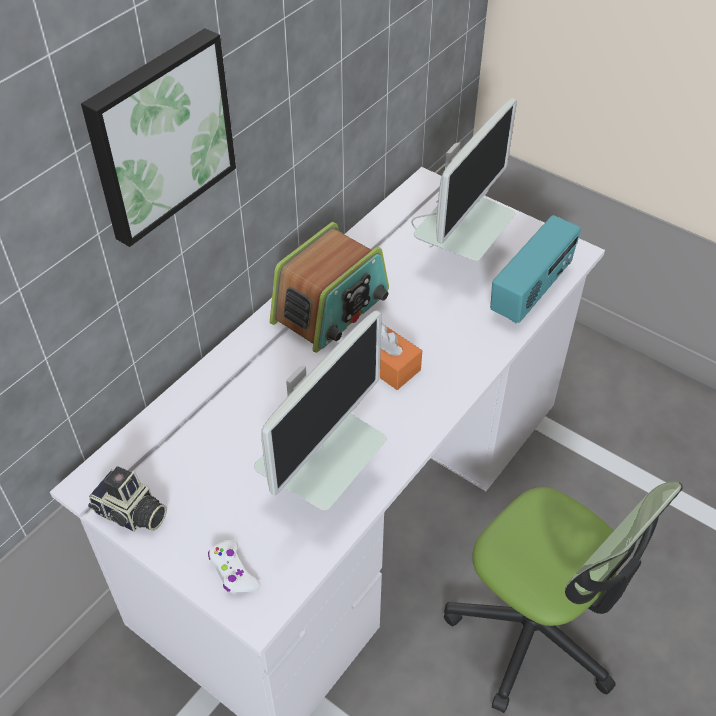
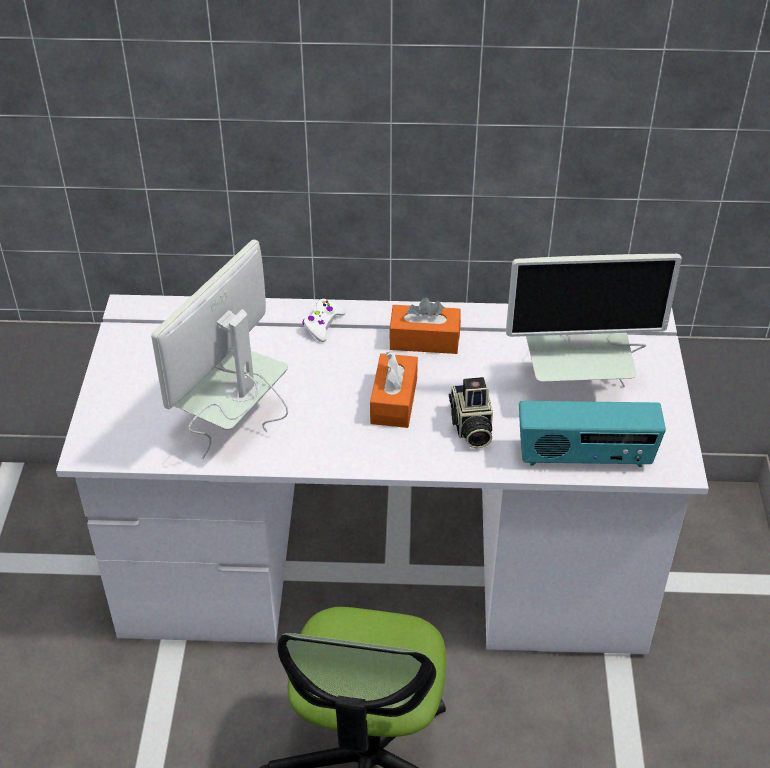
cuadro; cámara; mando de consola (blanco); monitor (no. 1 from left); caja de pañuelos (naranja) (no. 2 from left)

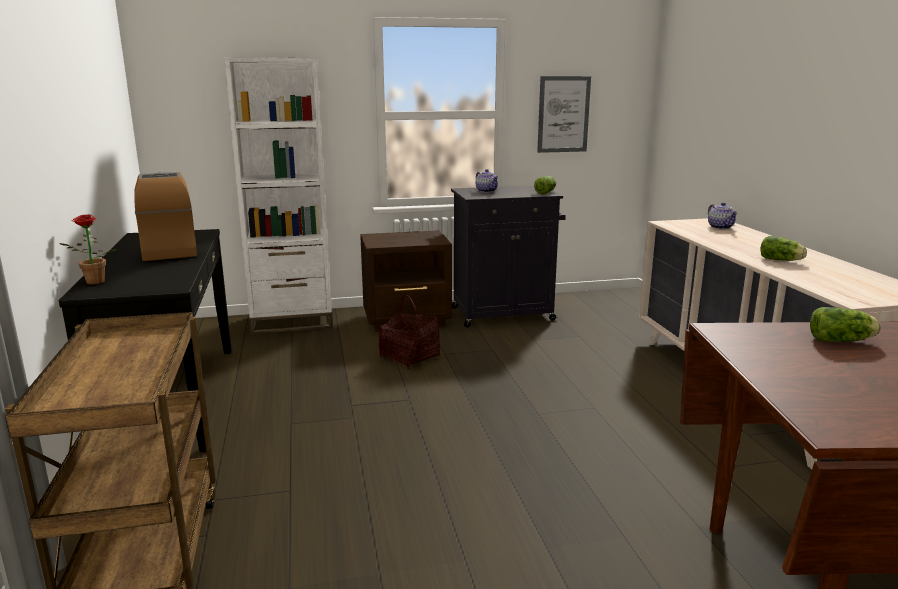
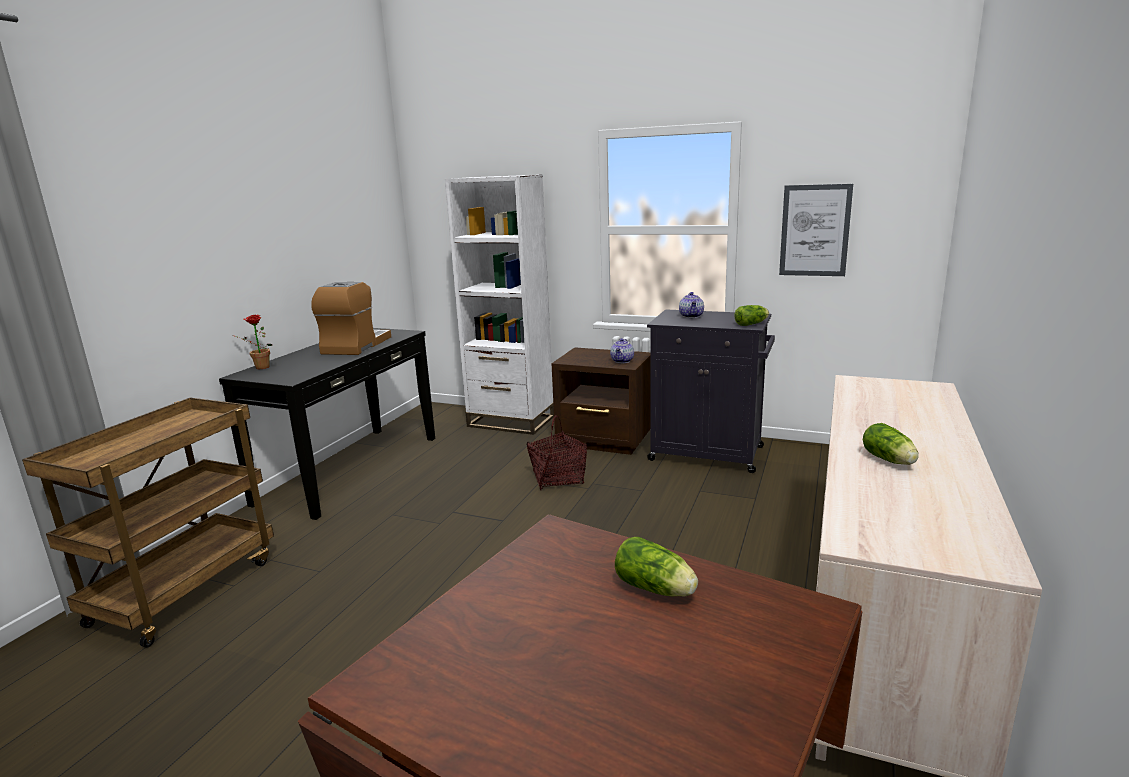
tetera (no. 1 from left)

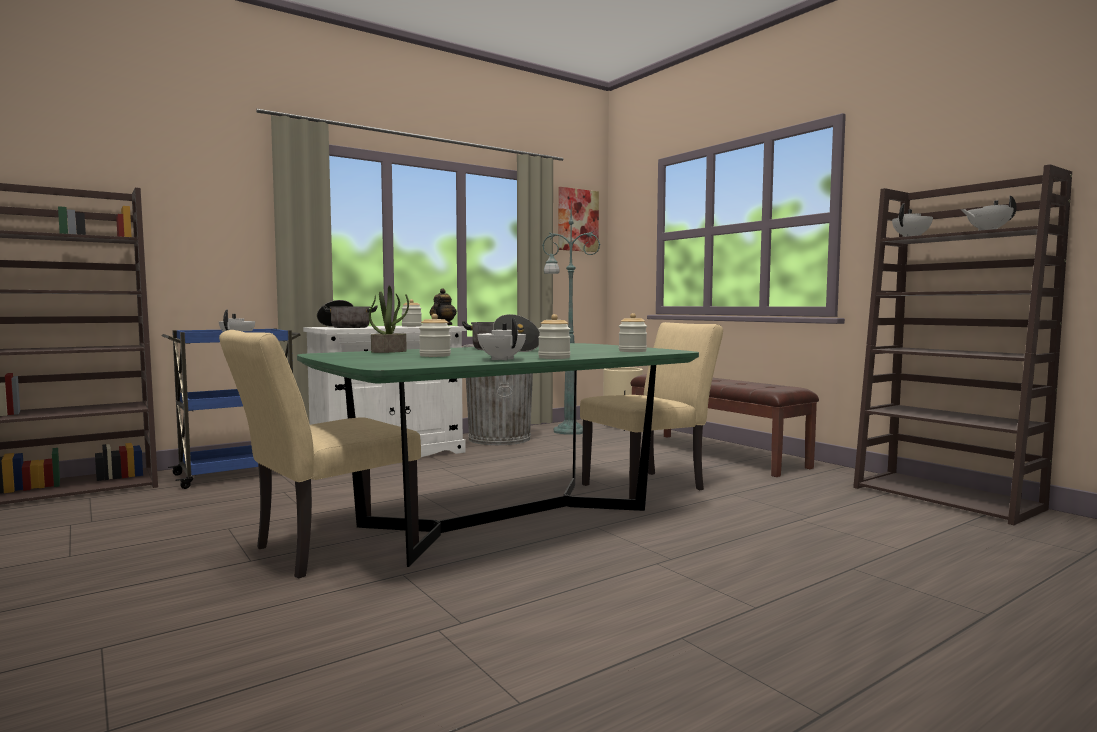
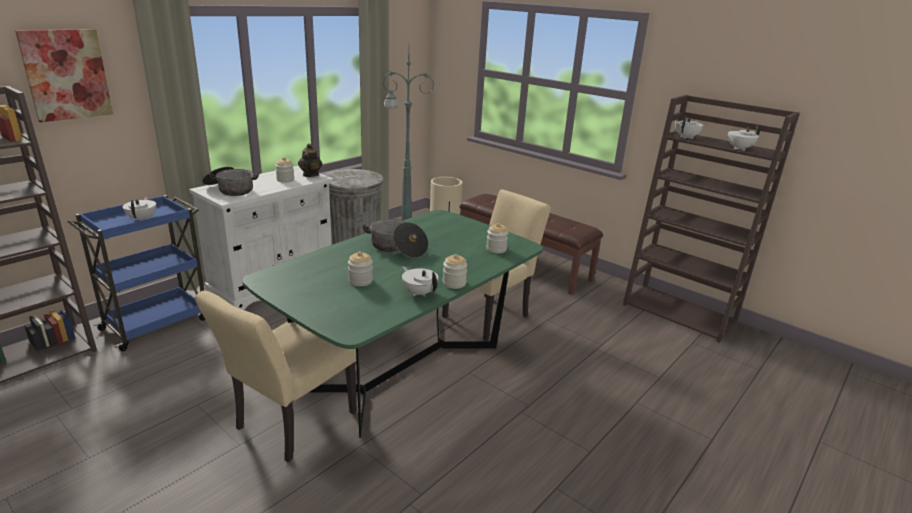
planta en maceta; cuadro

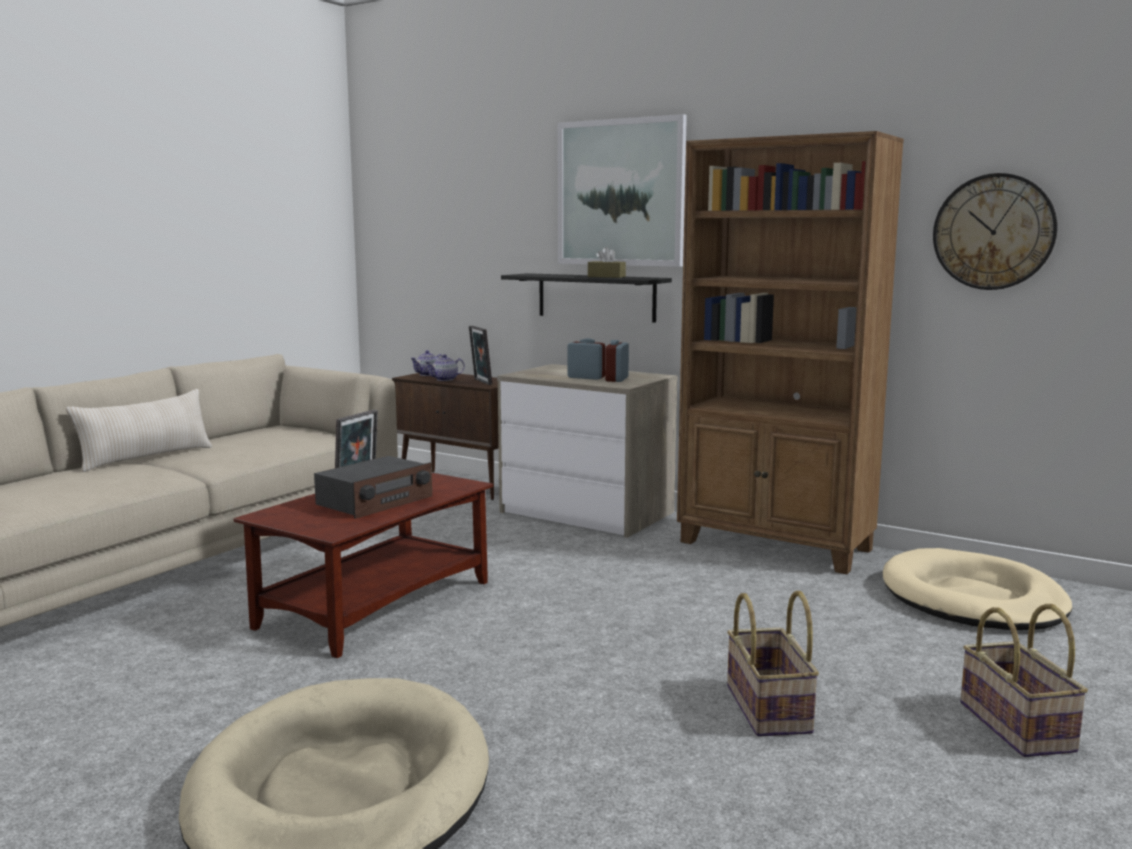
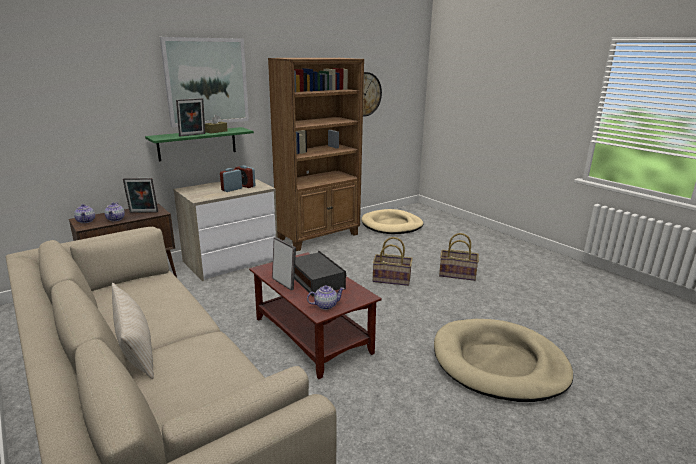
estante (verde); cesta (no. 1 from left); portarretratos (no. 2 from left); tetera (no. 3 from left)

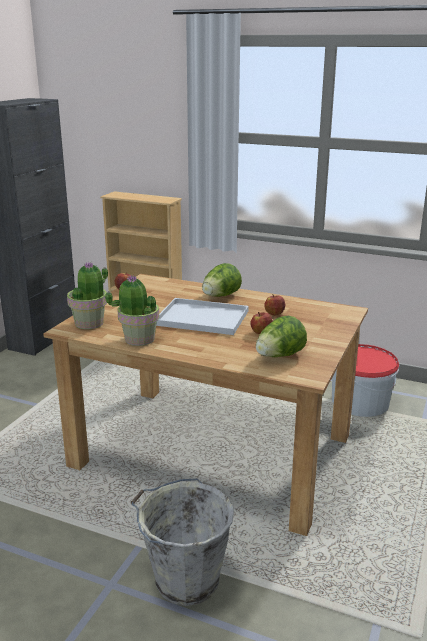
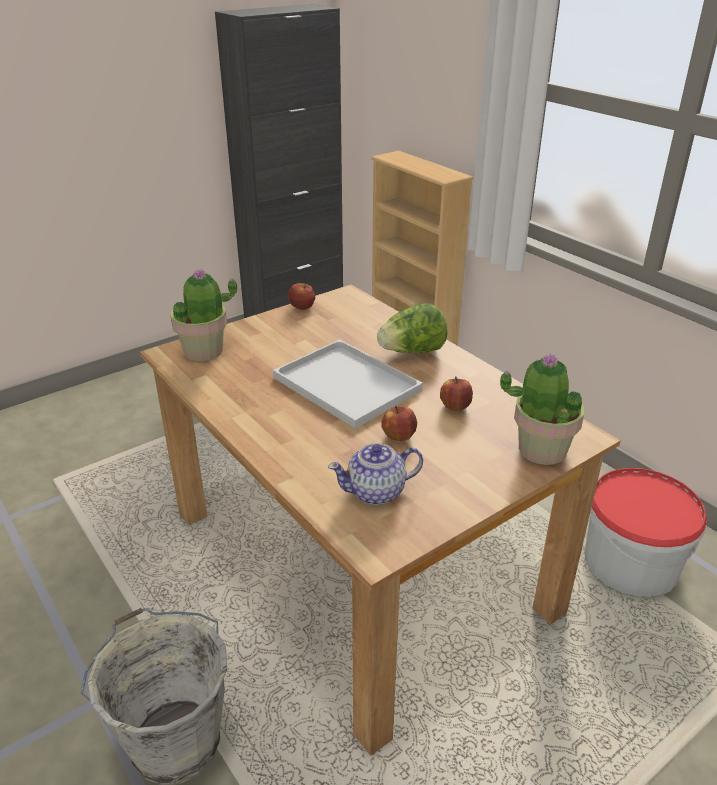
planta en maceta (no. 2 from left); tetera

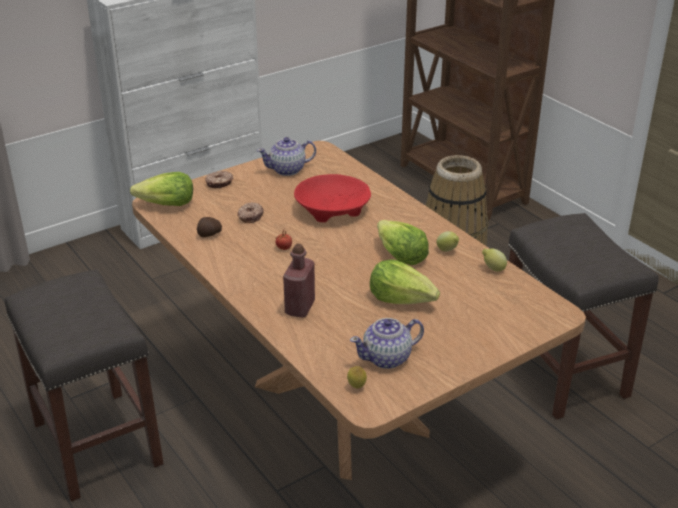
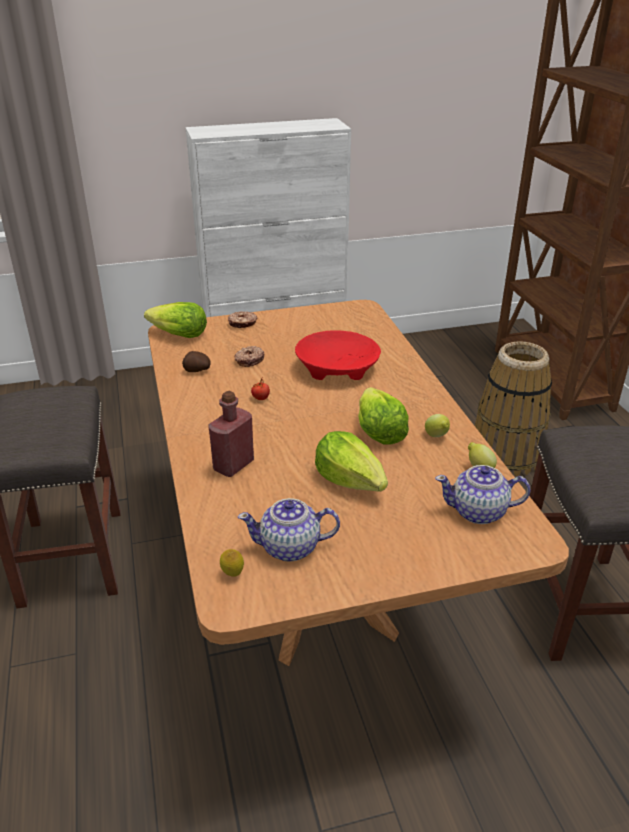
tetera (no. 2 from left)

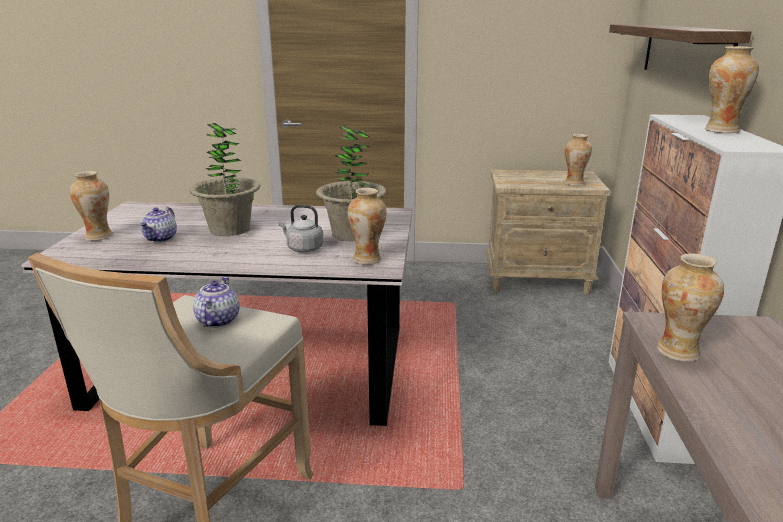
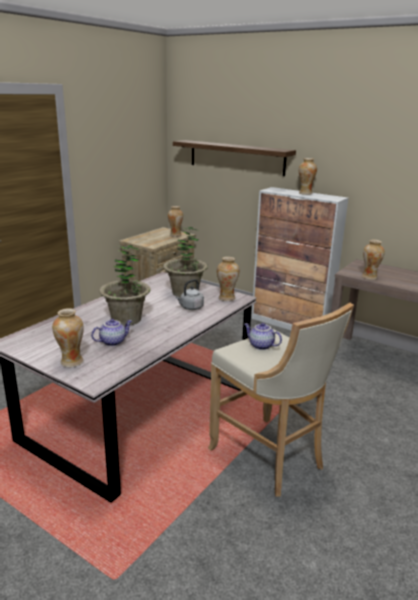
tetera (no. 1 from left)

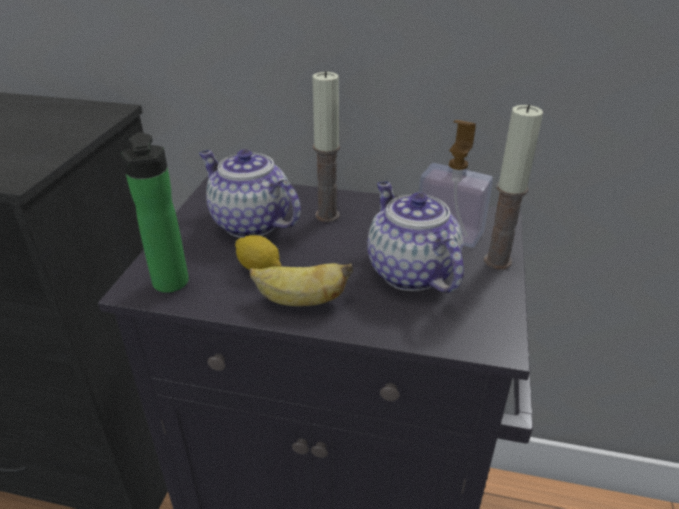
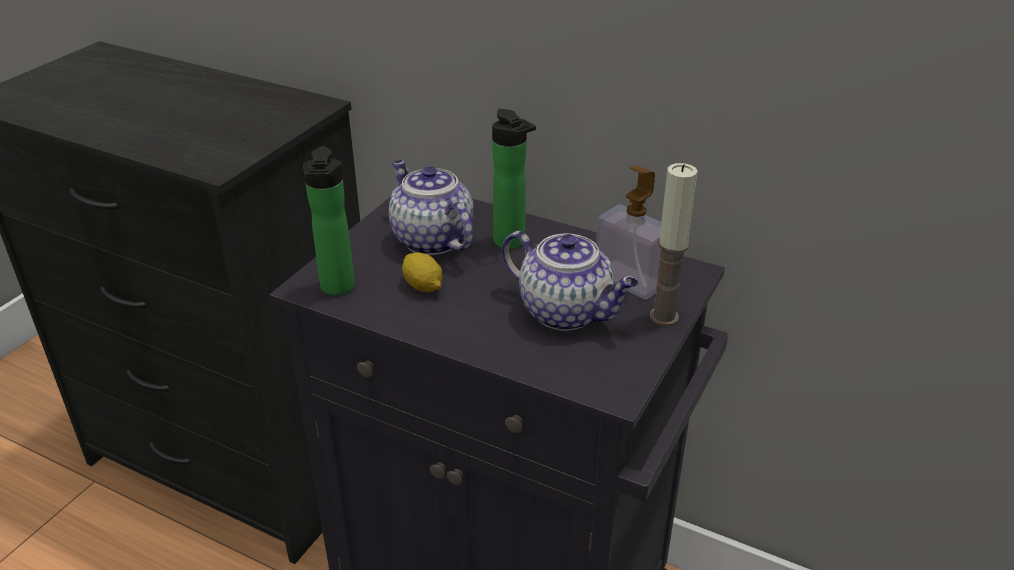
plátano; botella (no. 2 from left); tetera (no. 2 from left)

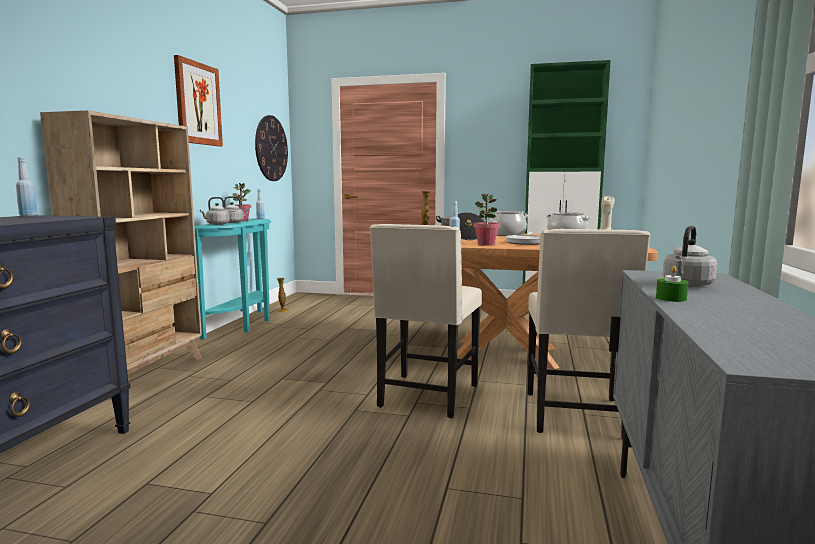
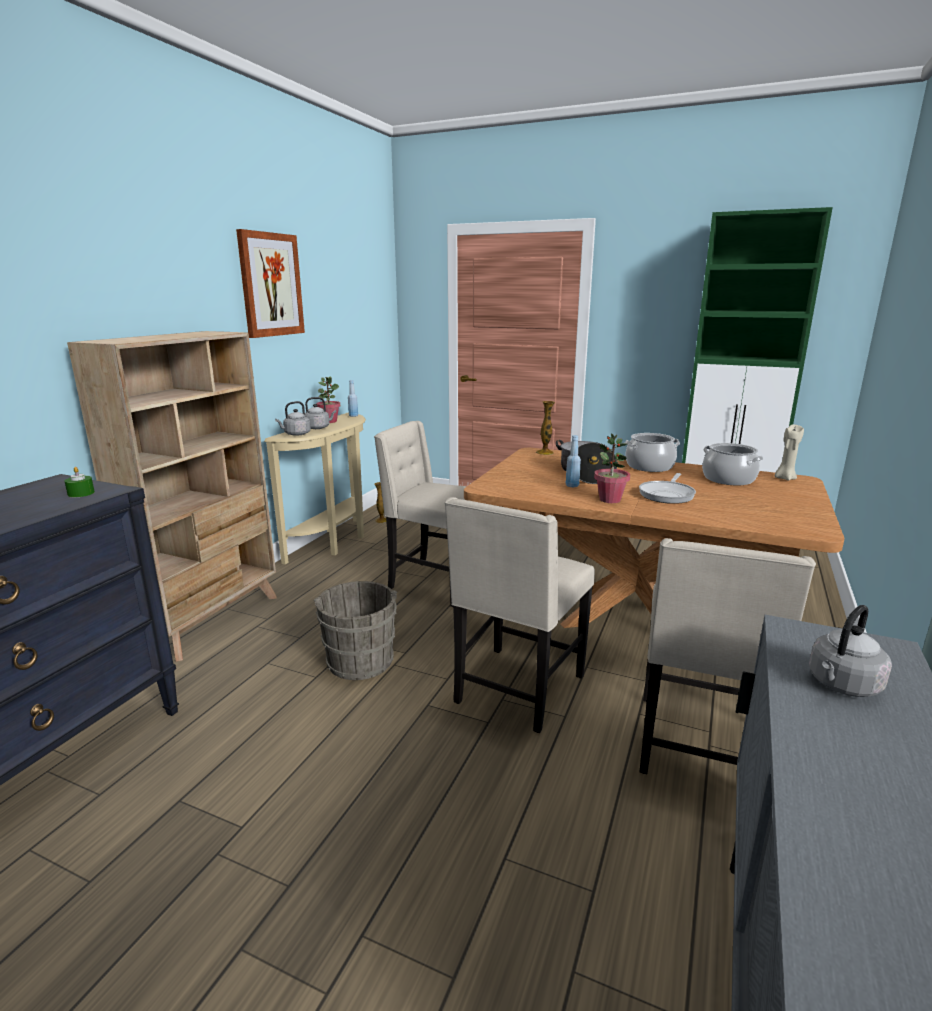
botella (azul) (no. 1 from left in the first image); mesa consola (beis); reloj de pared; vela (verde); cubo (gris); silla (beis) (no. 1 from left)

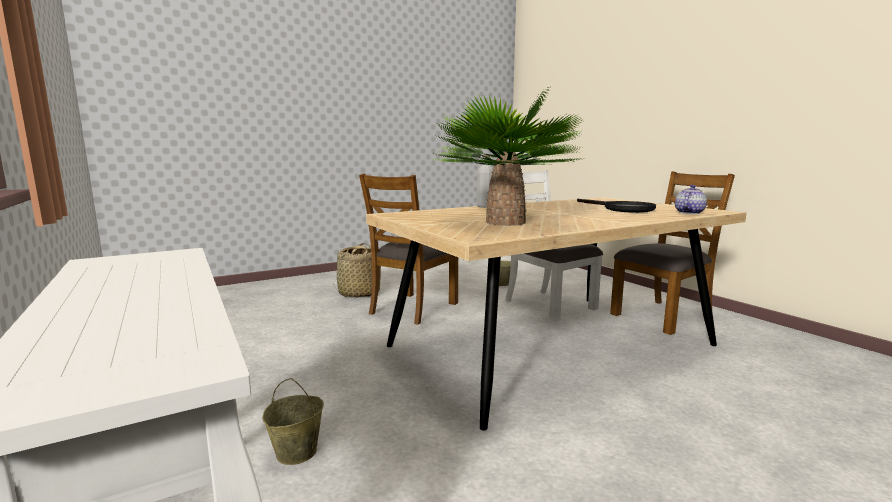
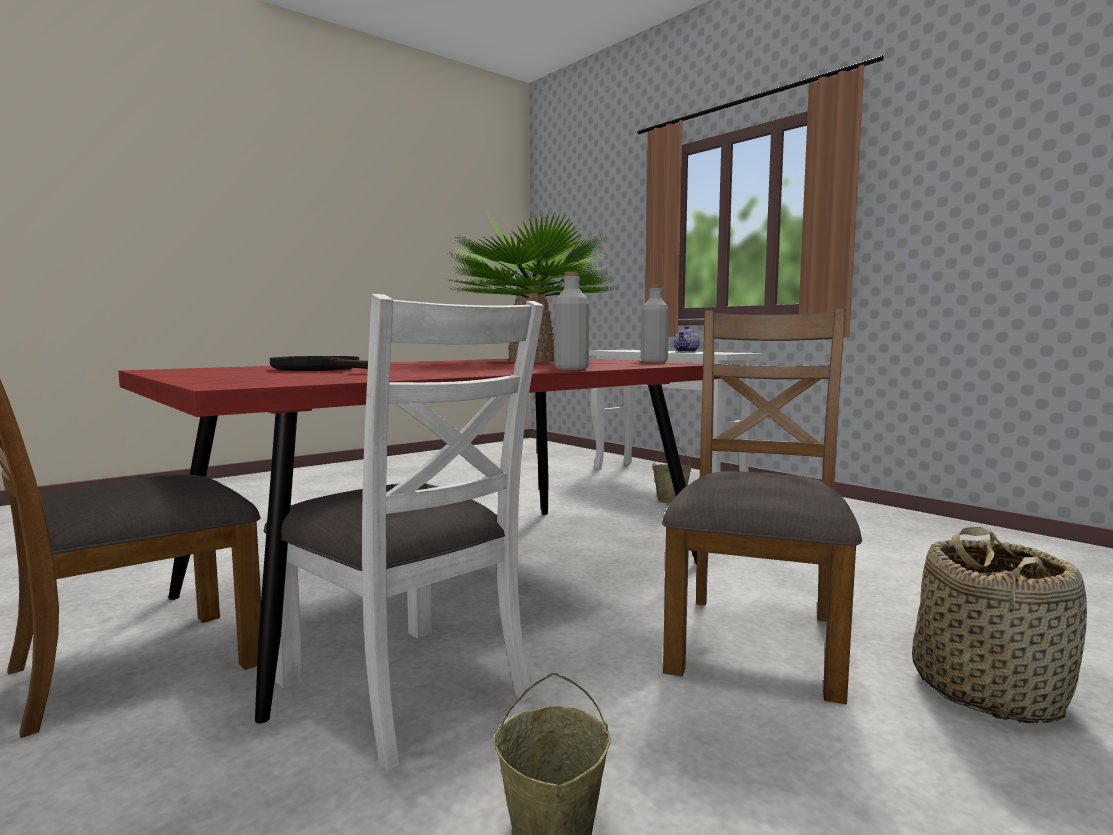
mesa de comedor (rojo); tetera; botella (gris) (no. 2 from left)

